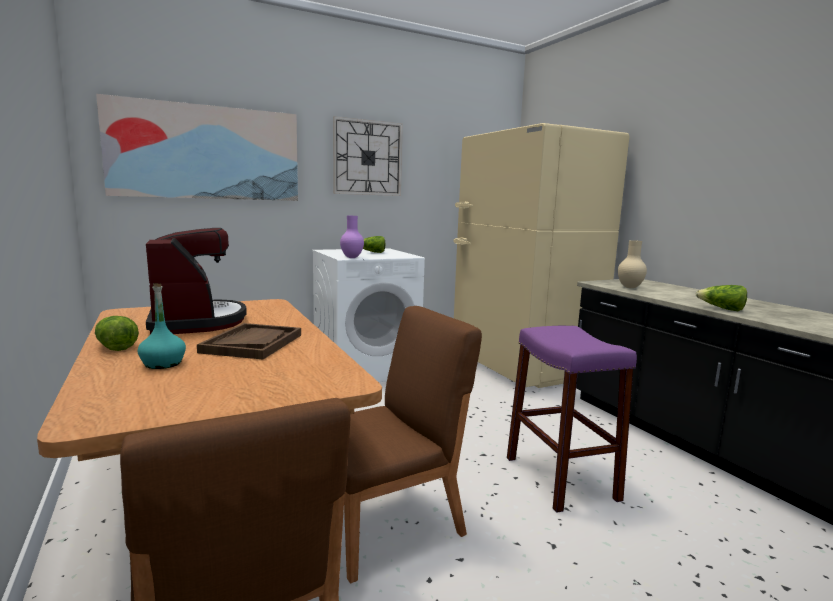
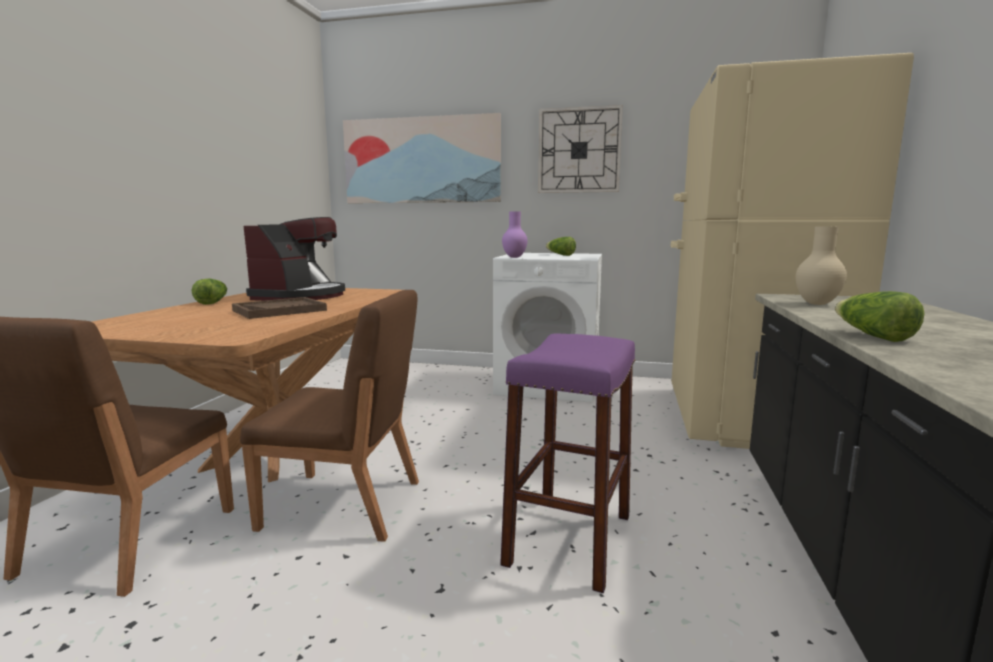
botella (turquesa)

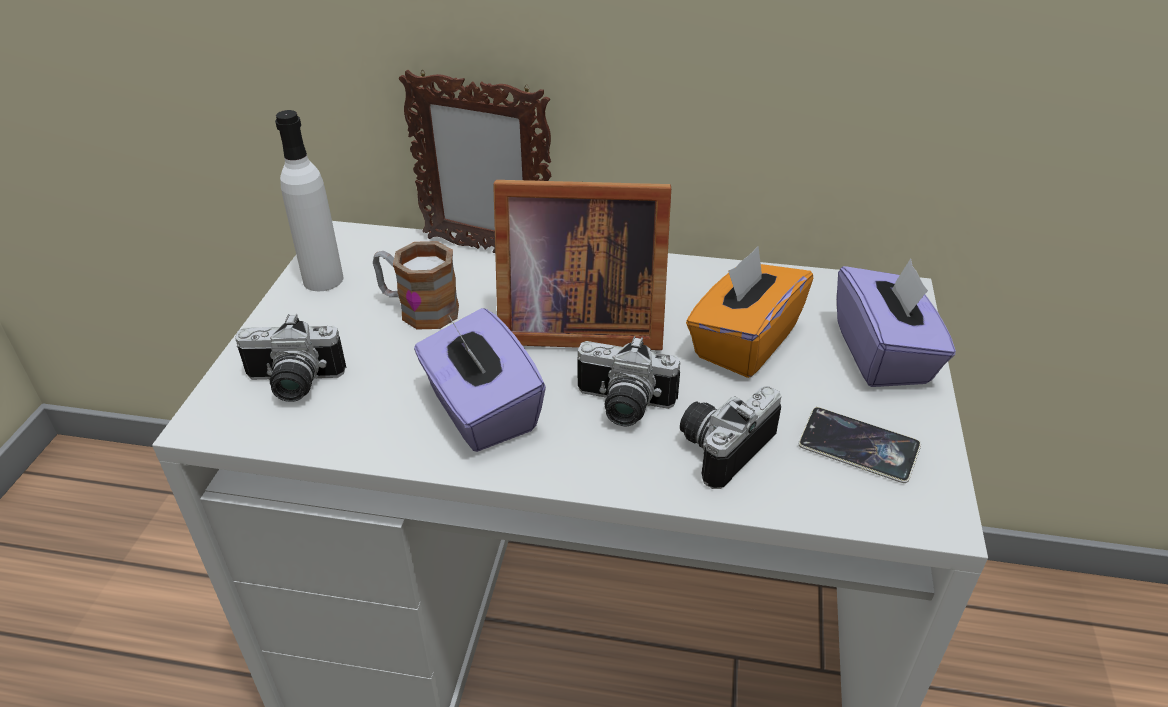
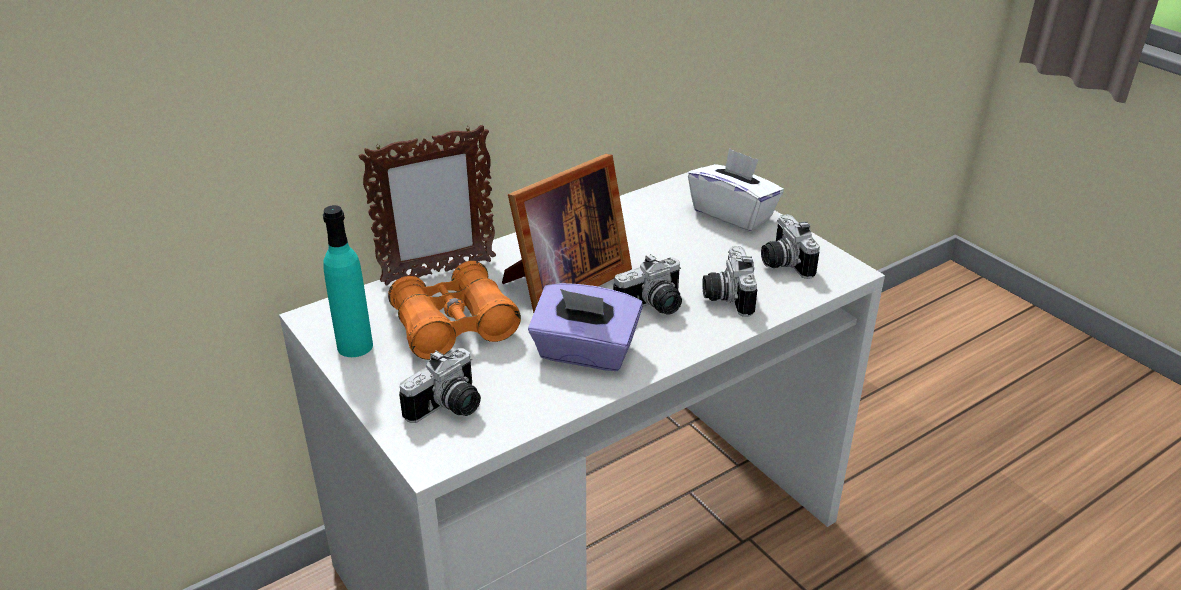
botella (turquesa); prismáticos (naranja); caja de pañuelos (naranja); cámara (no. 4 from left); caja de pañuelos (blanco)

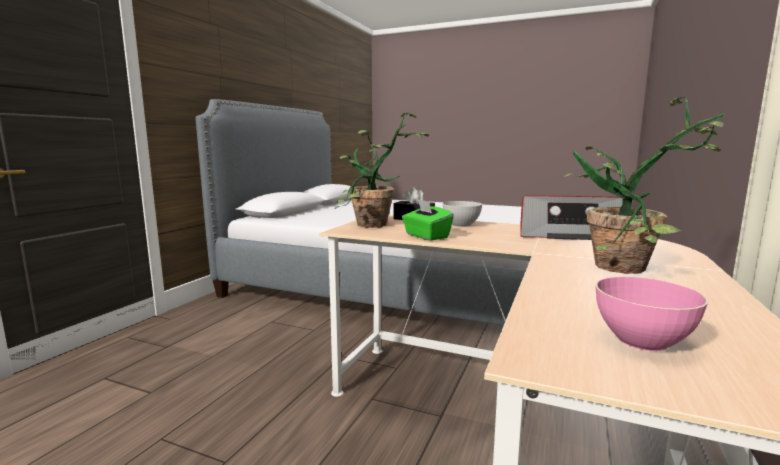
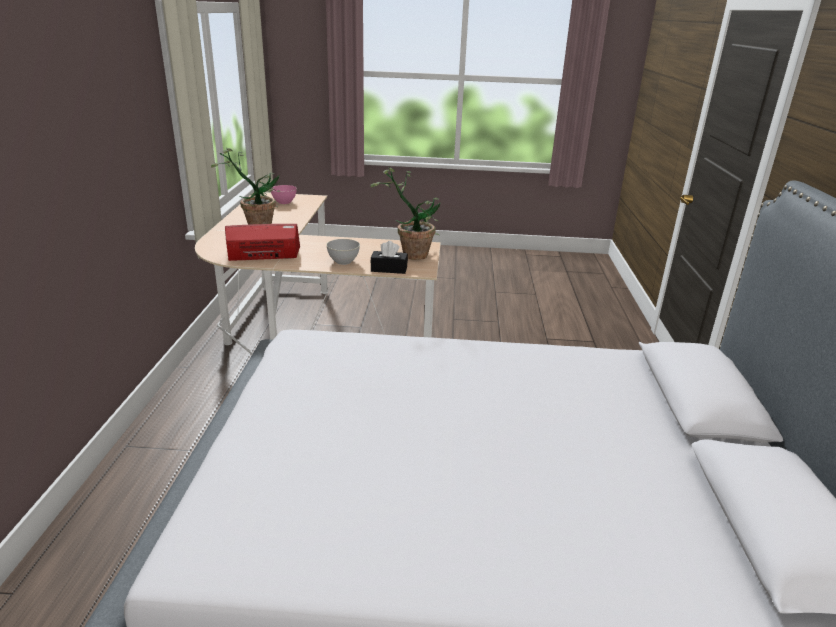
caja de pañuelos (verde)

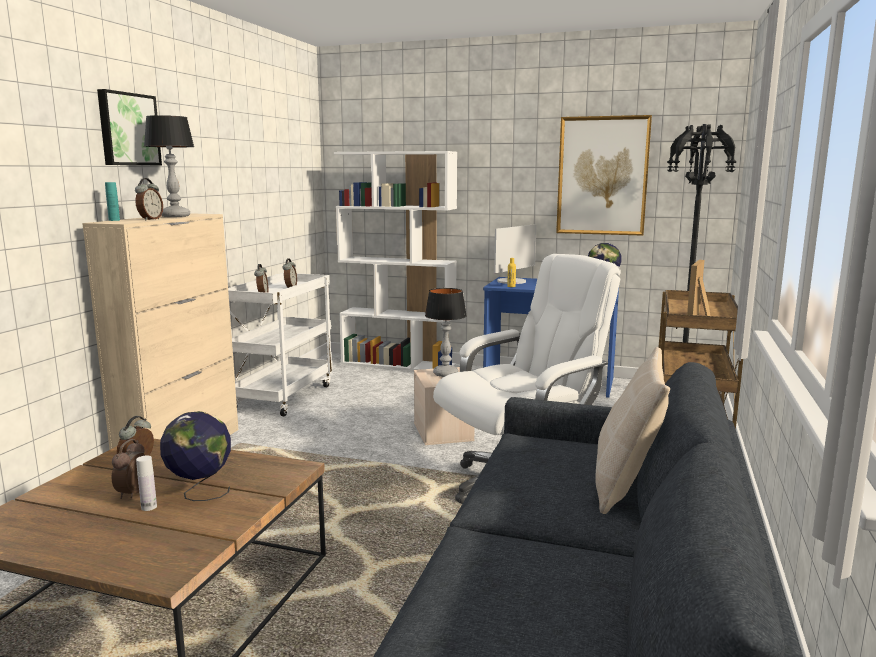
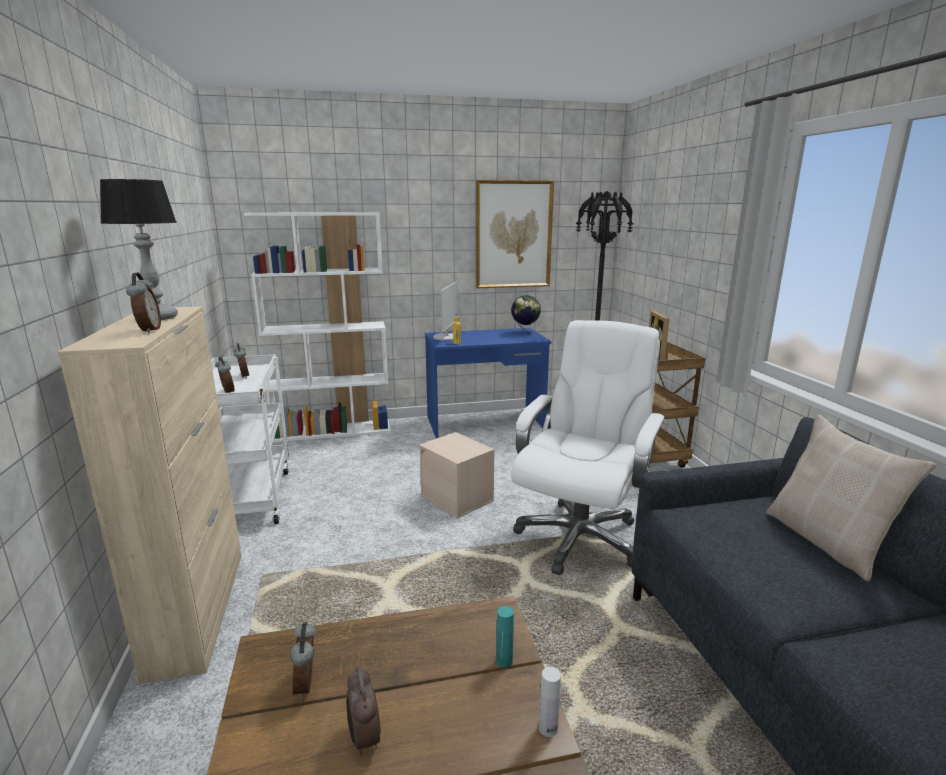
cuadro (no. 1 from left in the first image); botella (turquesa); botella (blanco); globo terráqueo (no. 1 from left in the first image); lámpara de mesa (no. 2 from left in the first image)

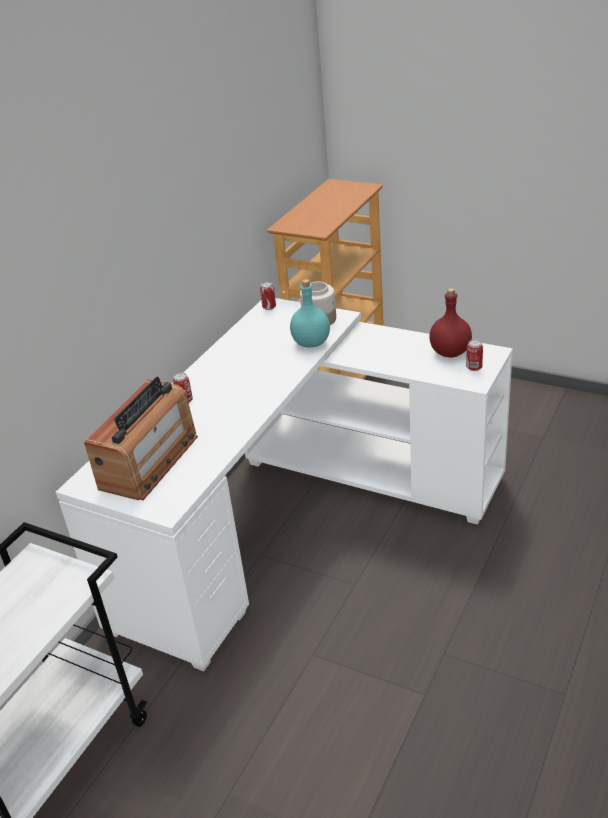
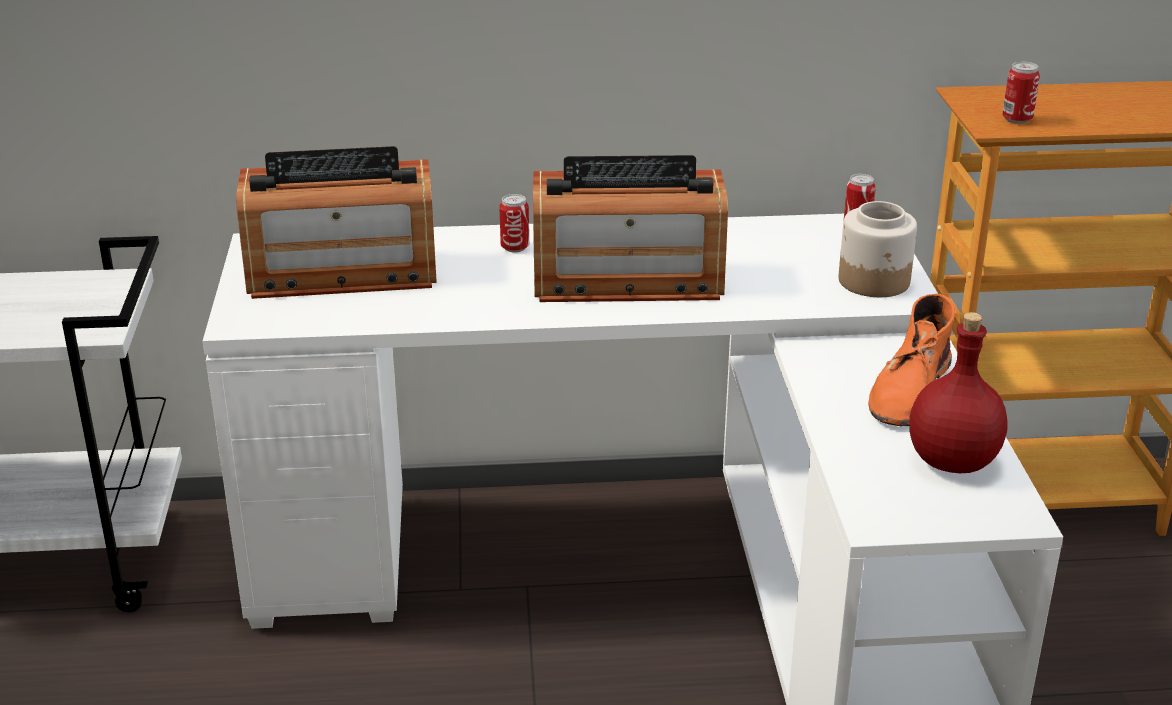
botella (turquesa); lata (no. 3 from left); radio (no. 2 from left); bota (naranja)

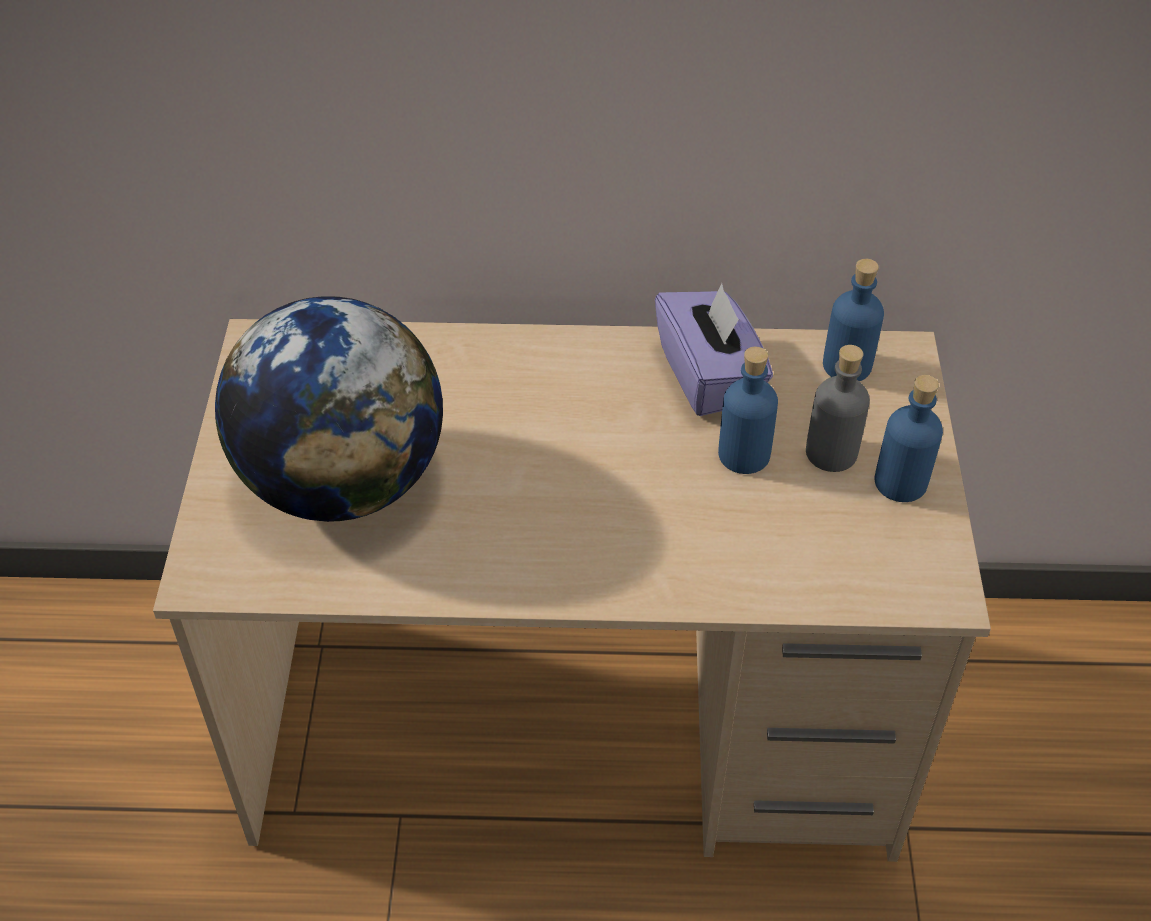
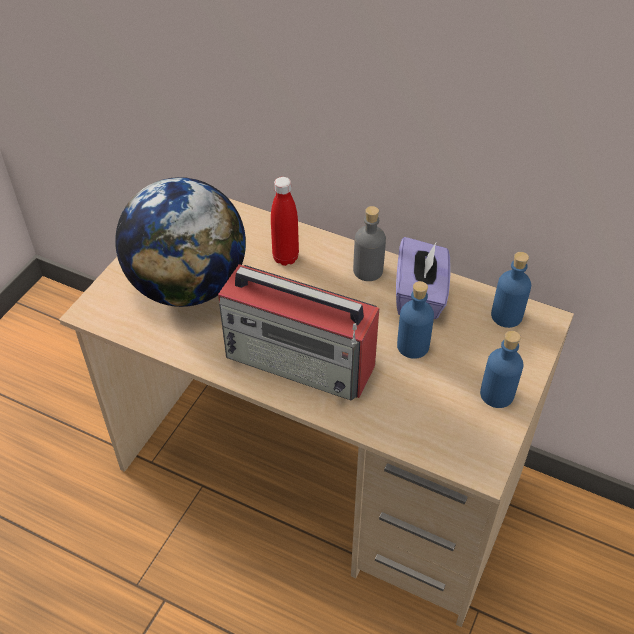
botella (gris); radio; botella (rojo)

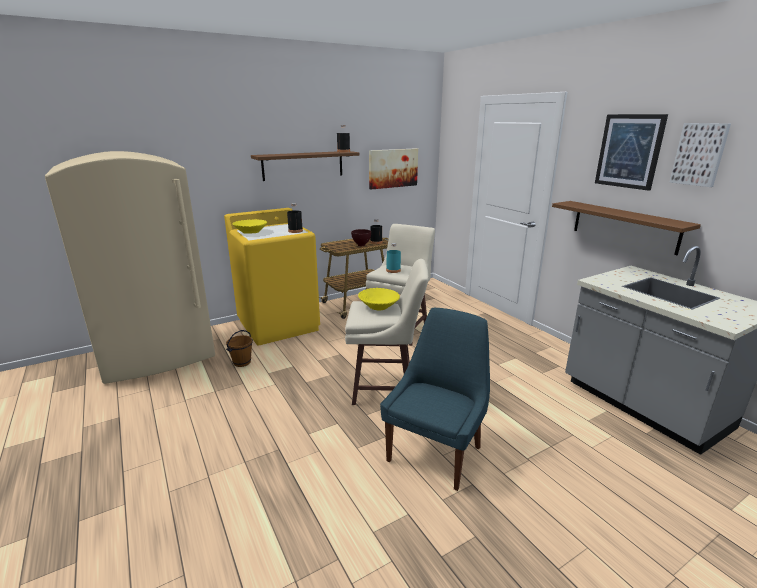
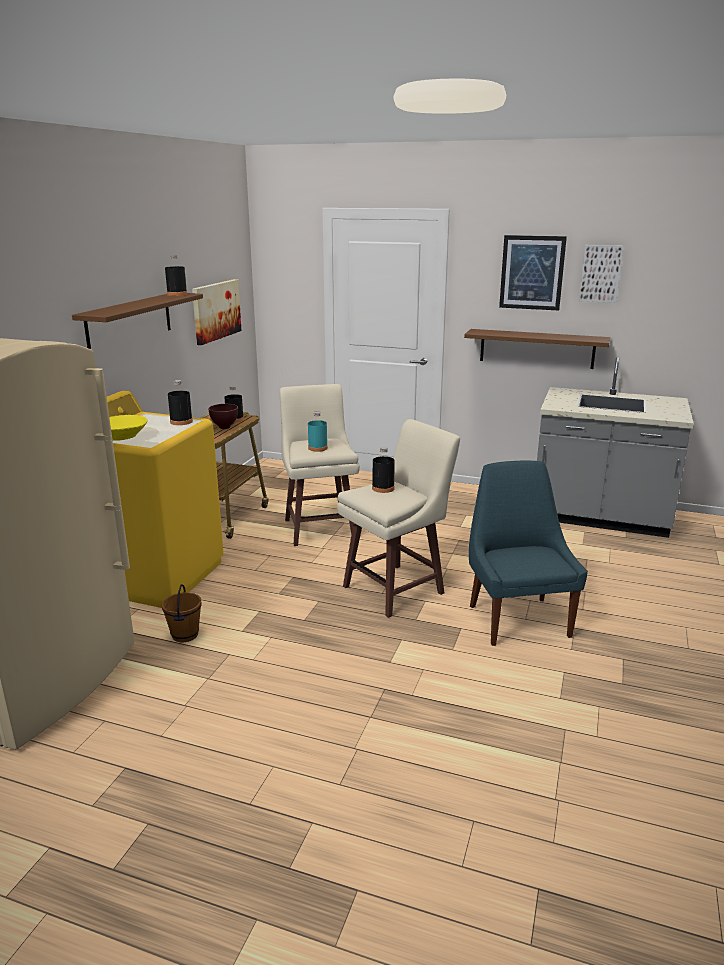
botella (negro) (no. 4 from left)

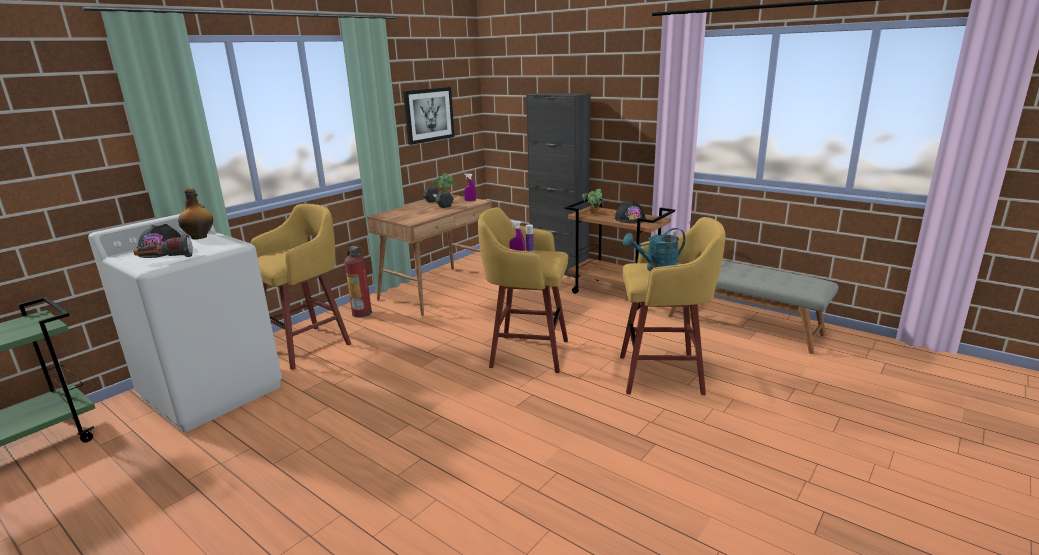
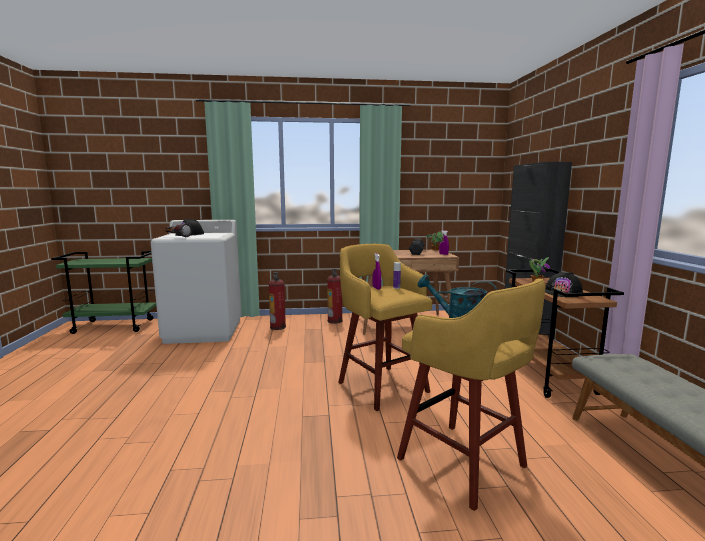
botella (no. 1 from left in the first image); extintor (no. 1 from left); cuadro

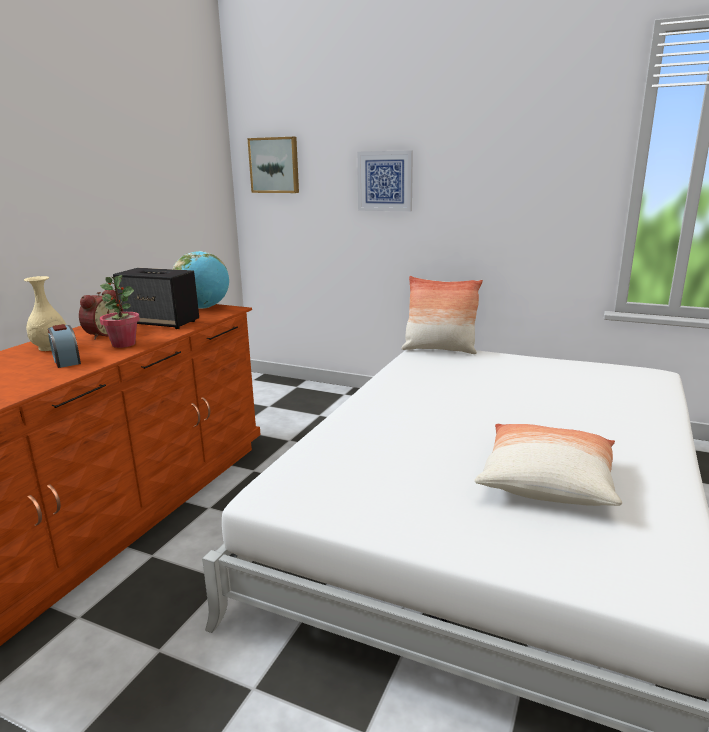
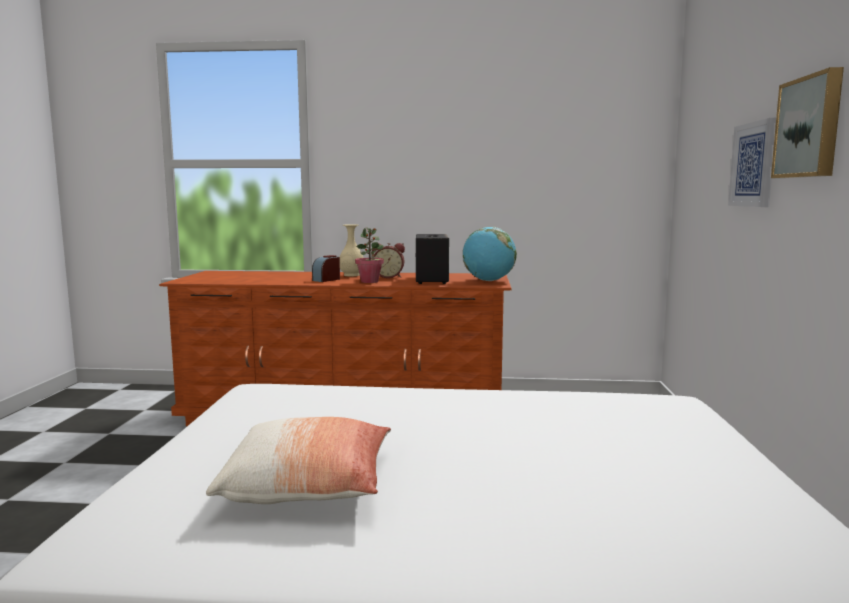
cuadro (no. 2 from left); cojín (no. 1 from left in the first image)

